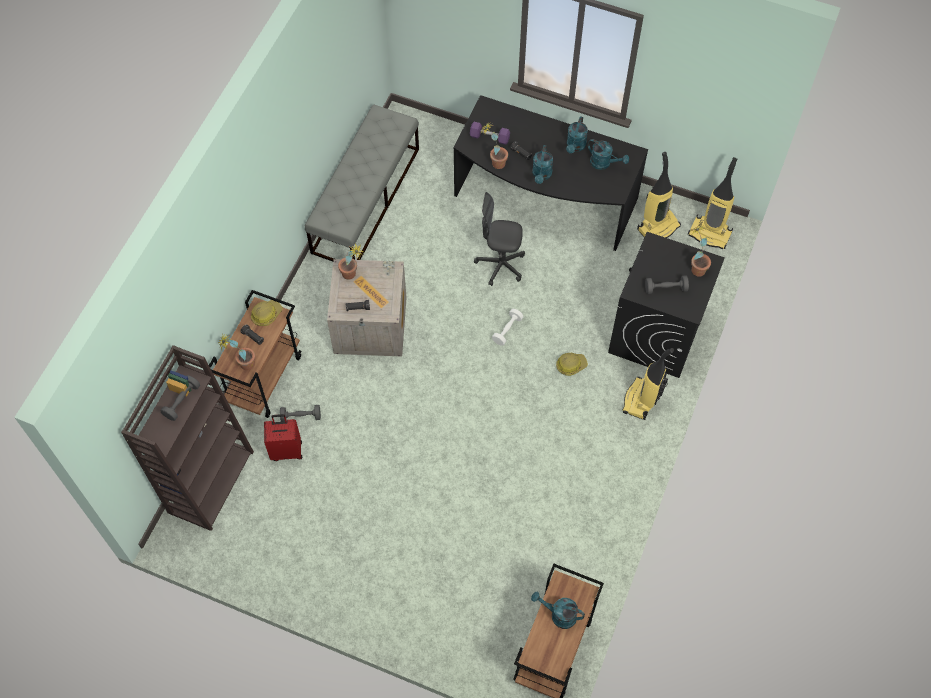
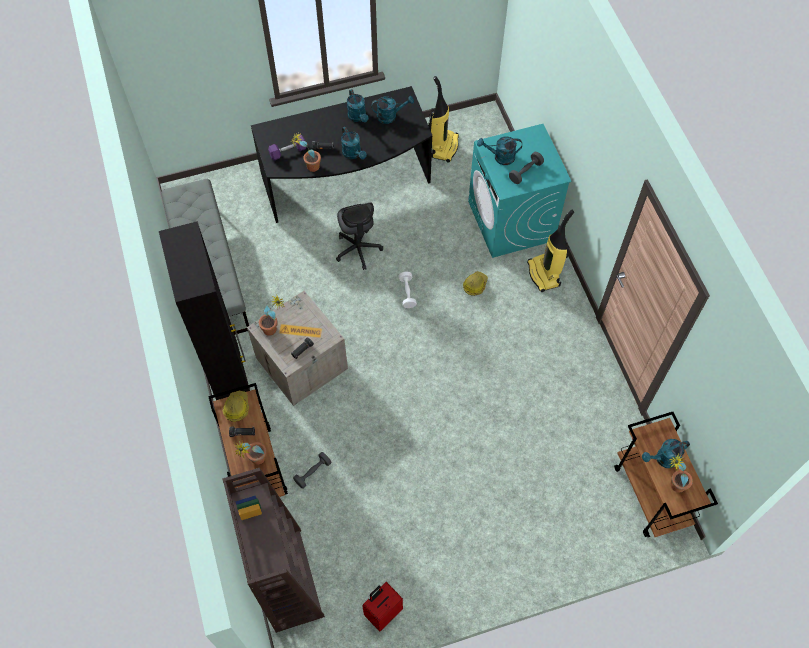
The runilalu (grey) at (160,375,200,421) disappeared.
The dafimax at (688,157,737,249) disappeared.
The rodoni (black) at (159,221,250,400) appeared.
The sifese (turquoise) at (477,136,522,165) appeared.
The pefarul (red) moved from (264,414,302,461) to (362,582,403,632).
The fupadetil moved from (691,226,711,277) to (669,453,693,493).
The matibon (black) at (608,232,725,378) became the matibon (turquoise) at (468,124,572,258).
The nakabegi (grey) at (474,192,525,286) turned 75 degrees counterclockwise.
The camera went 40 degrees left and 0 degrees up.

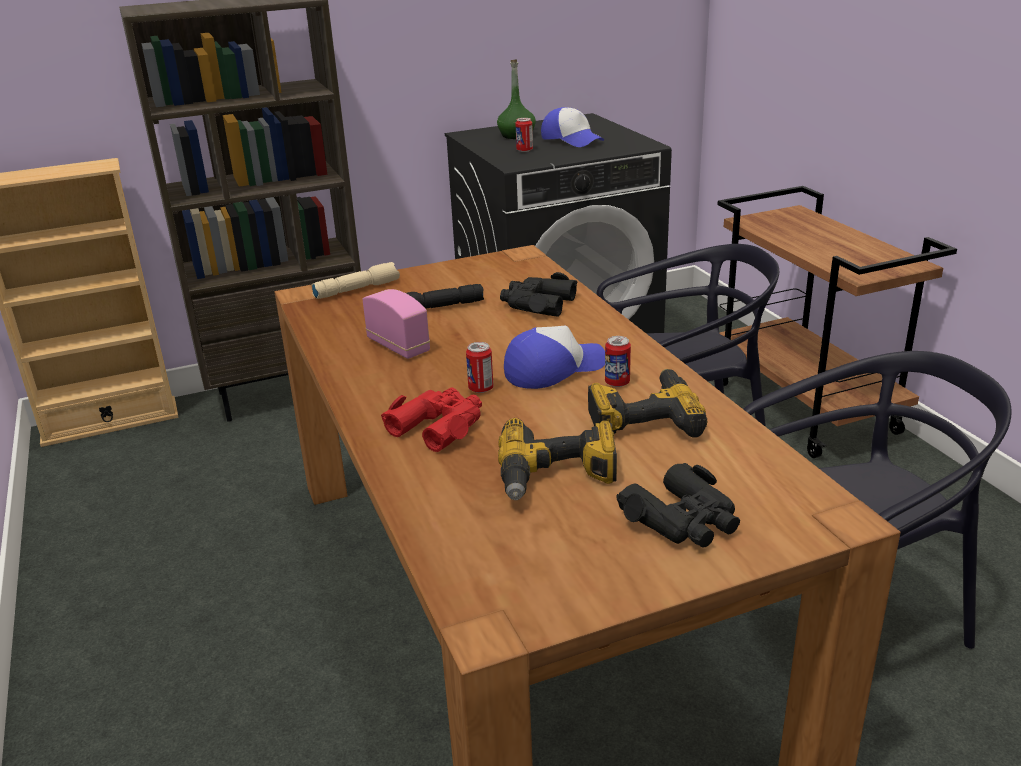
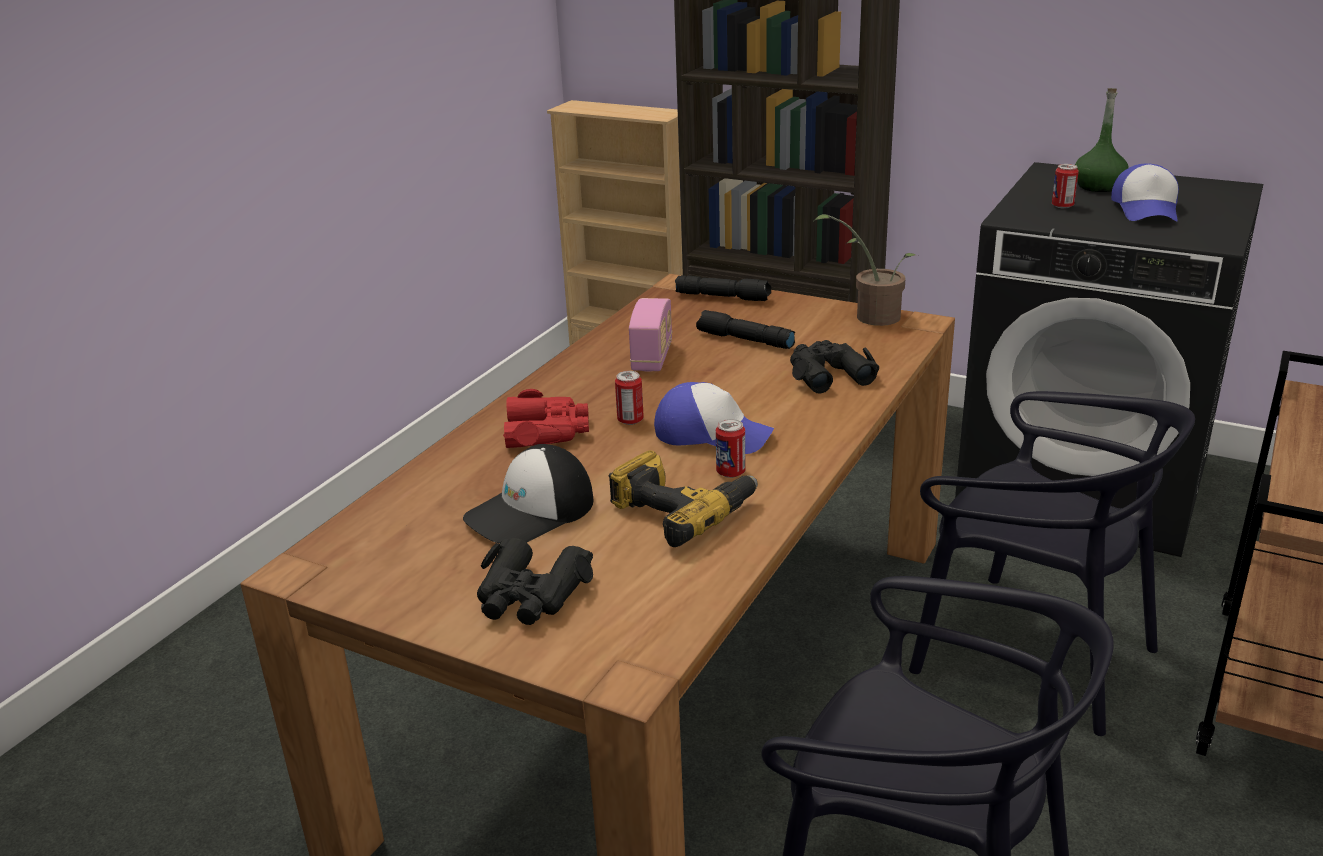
The fupadetil at (813,214,916,326) appeared.
The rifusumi at (498,418,617,500) was replaced by the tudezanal at (463,444,593,544).
The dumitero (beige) at (311,262,400,299) became the dumitero (black) at (675,275,771,301).
The camera went 50 degrees right and 0 degrees up.

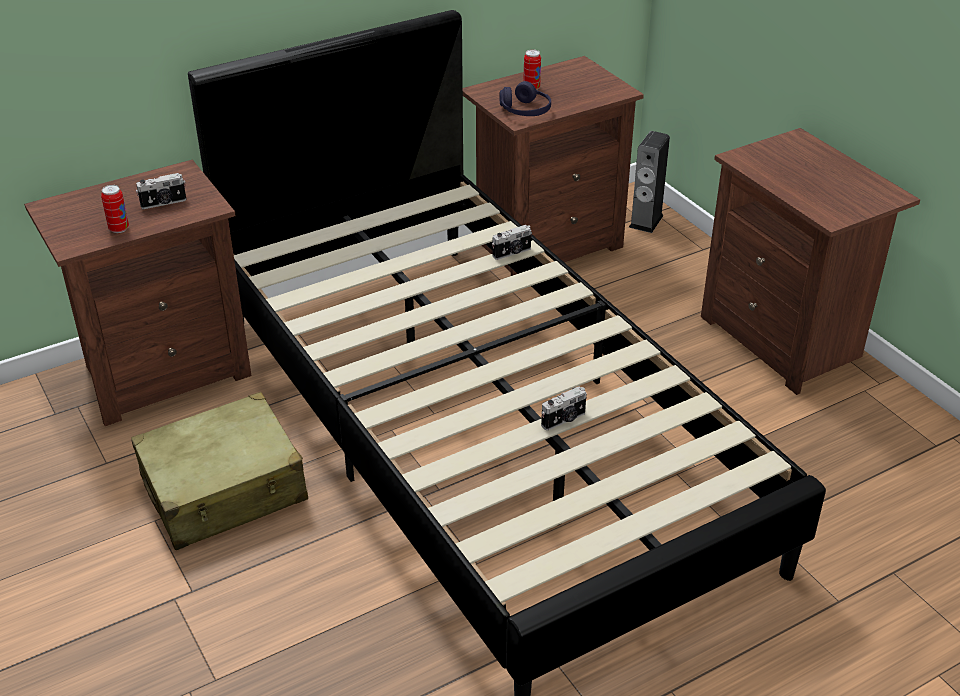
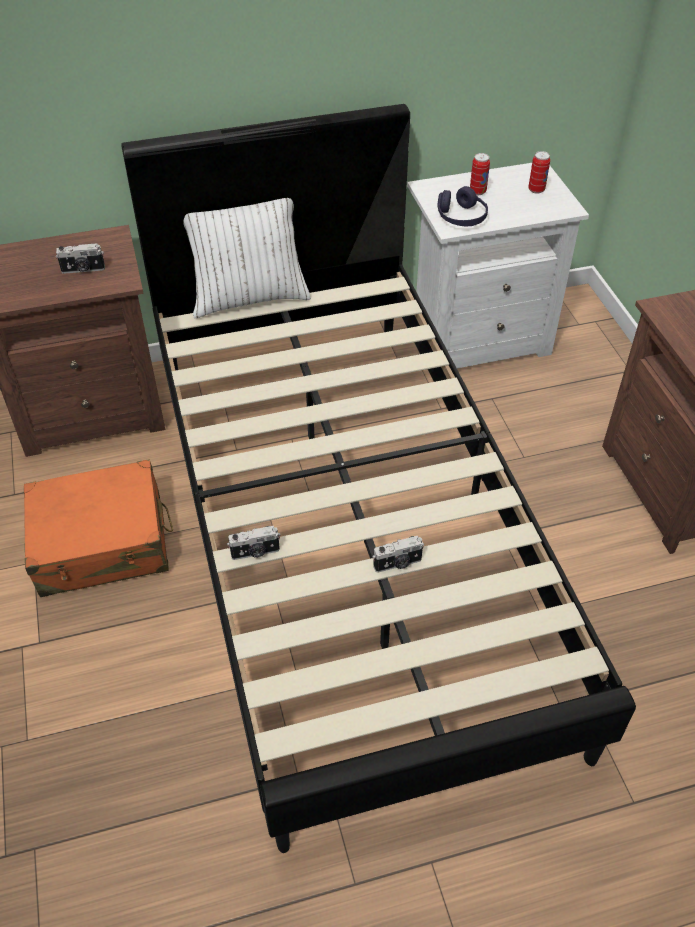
The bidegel at (629,131,670,233) disappeared.
The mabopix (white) at (183,198,311,318) appeared.
The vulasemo moved from (101,185,129,233) to (528,151,550,194).
The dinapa moved from (492,225,532,260) to (227,526,280,560).
The pefarul (beige) at (131,392,308,550) became the pefarul (orange) at (24,459,173,597).
The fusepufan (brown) at (463,56,644,276) became the fusepufan (white) at (407,163,589,368).
The camera went 15 degrees right and 10 degrees up.

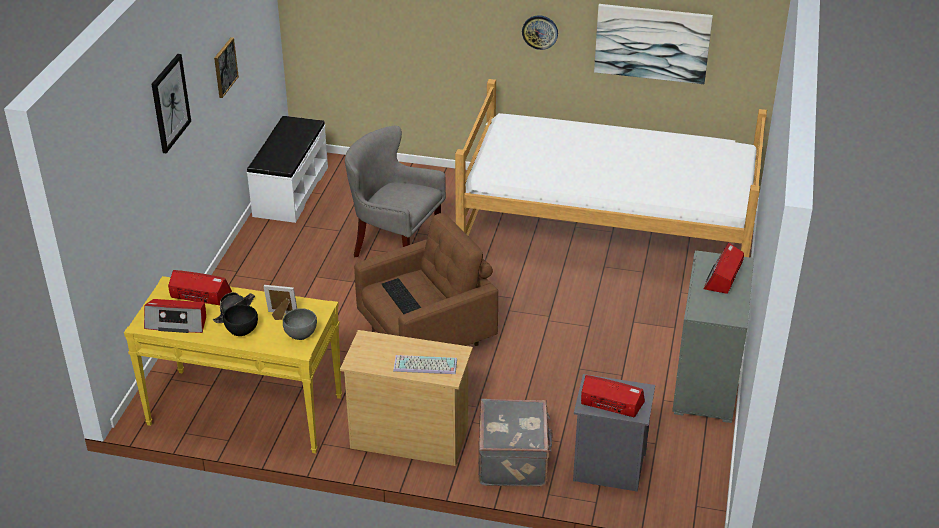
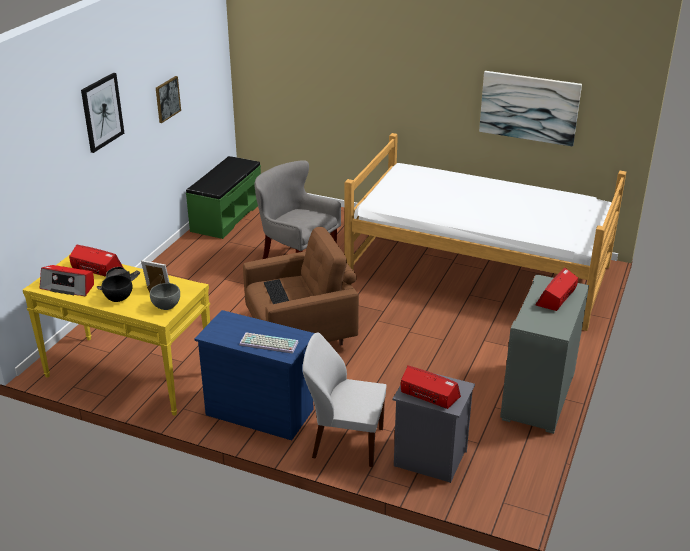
The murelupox at (522,15,558,50) disappeared.
The pefarul (grey) at (479,399,553,486) was replaced by the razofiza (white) at (302,332,387,467).
The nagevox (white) at (247,116,328,223) became the nagevox (green) at (186,156,261,239).
The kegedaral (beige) at (340,330,473,466) became the kegedaral (blue) at (194,310,315,440).
The camera went 10 degrees right and 5 degrees down.

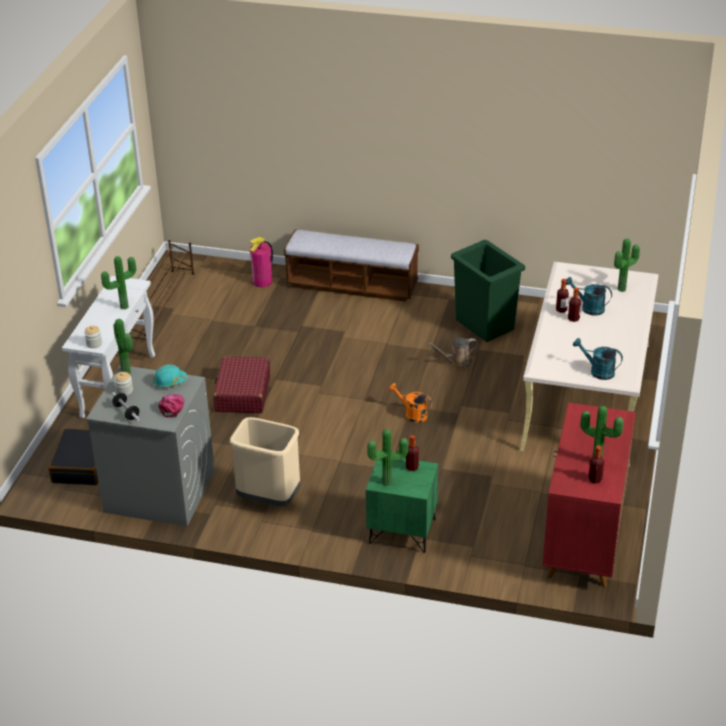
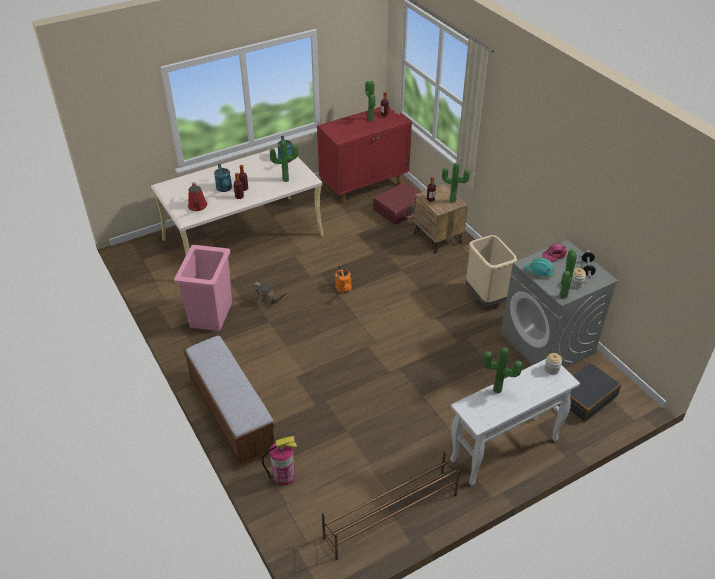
The sifese (red) at (188,182,208,211) appeared.
The pefarul (red) moved from (213,357,270,413) to (373,182,421,225).
The fupadetil moved from (614,238,640,292) to (270,141,298,182).
The fusepufan (green) at (366,458,438,553) became the fusepufan (brown) at (413,184,468,254).
The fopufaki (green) at (451,240,525,342) became the fopufaki (pink) at (174,245,232,331).
The camera went 135 degrees left and 5 degrees up.

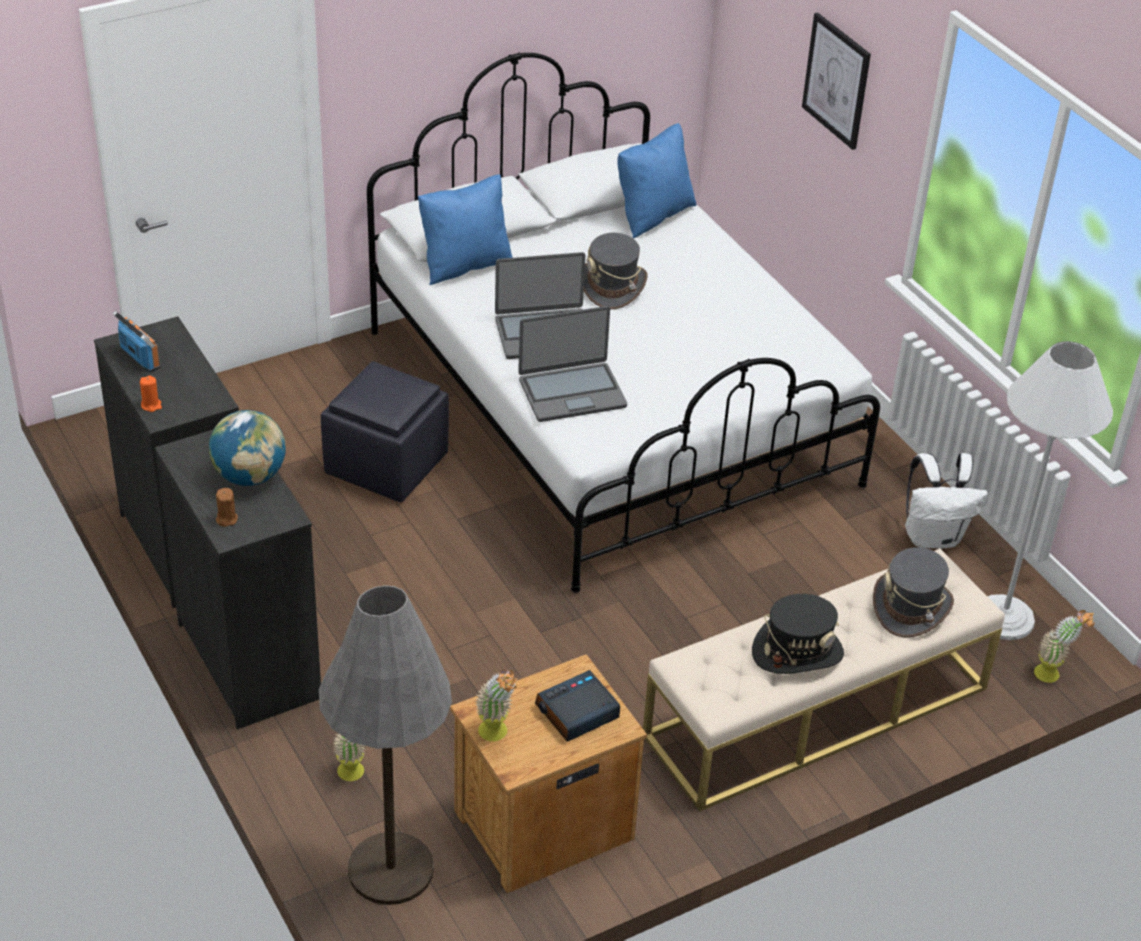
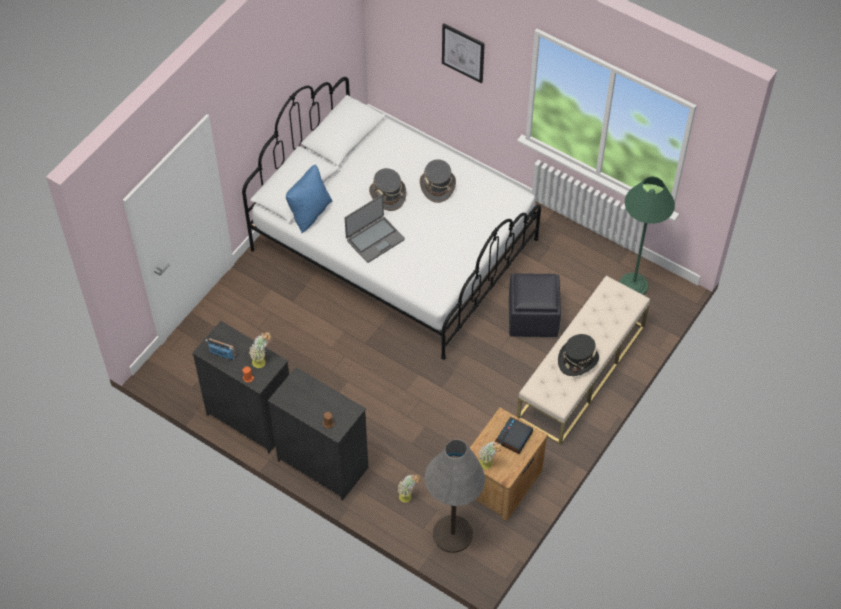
The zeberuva at (209,410,285,486) disappeared.
The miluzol at (518,306,627,422) disappeared.
The mabopix (blue) at (617,123,696,238) disappeared.
The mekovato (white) at (905,453,988,548) disappeared.
The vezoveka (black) moved from (321,361,449,503) to (509,273,561,337).
The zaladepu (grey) moved from (873,547,954,638) to (420,159,456,203).
The fupadetil moved from (1034,610,1095,683) to (250,332,272,368).
The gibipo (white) at (988,341,1113,640) became the gibipo (green) at (619,176,675,295).
The camera went 25 degrees left and 15 degrees up.

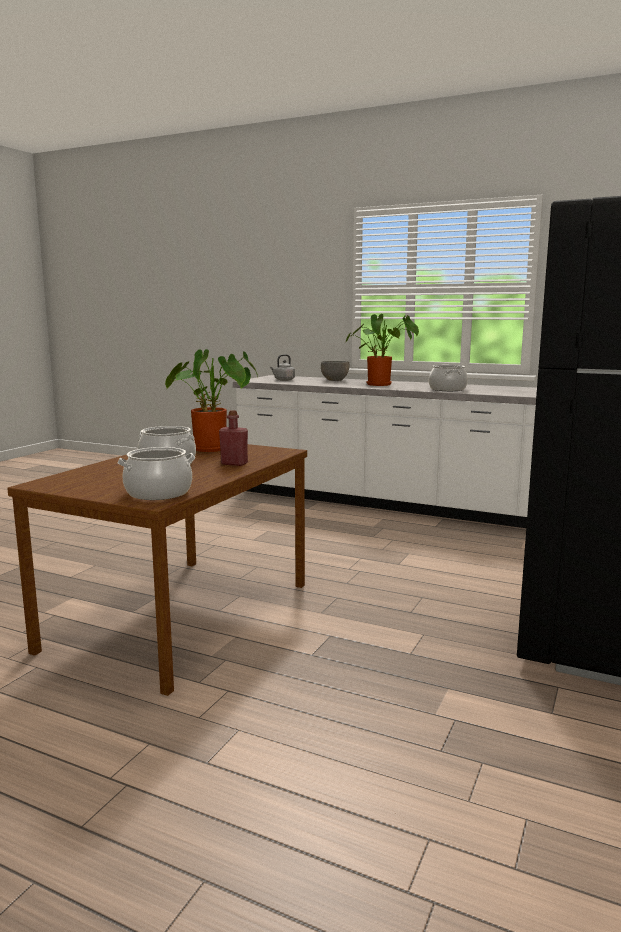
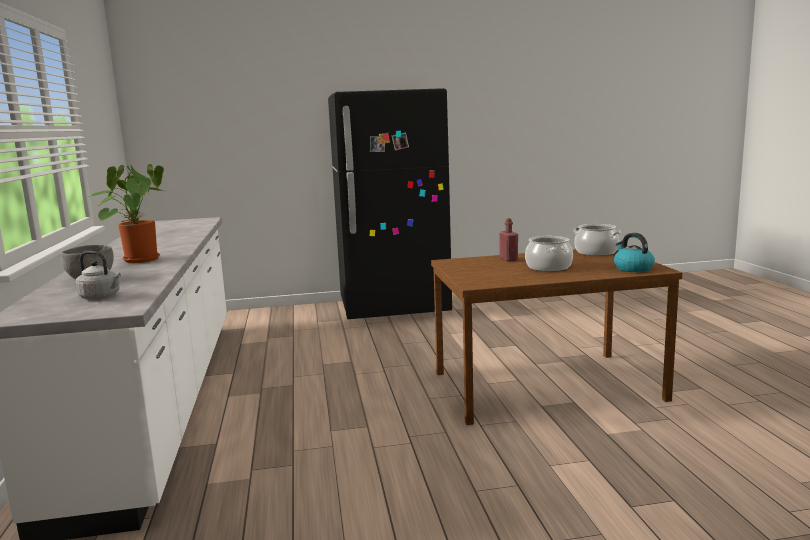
The fupadetil at (165,349,258,452) disappeared.
The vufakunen at (429,365,468,391) disappeared.
The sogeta at (614,233,655,272) appeared.
The camera went 125 degrees left and 0 degrees up.

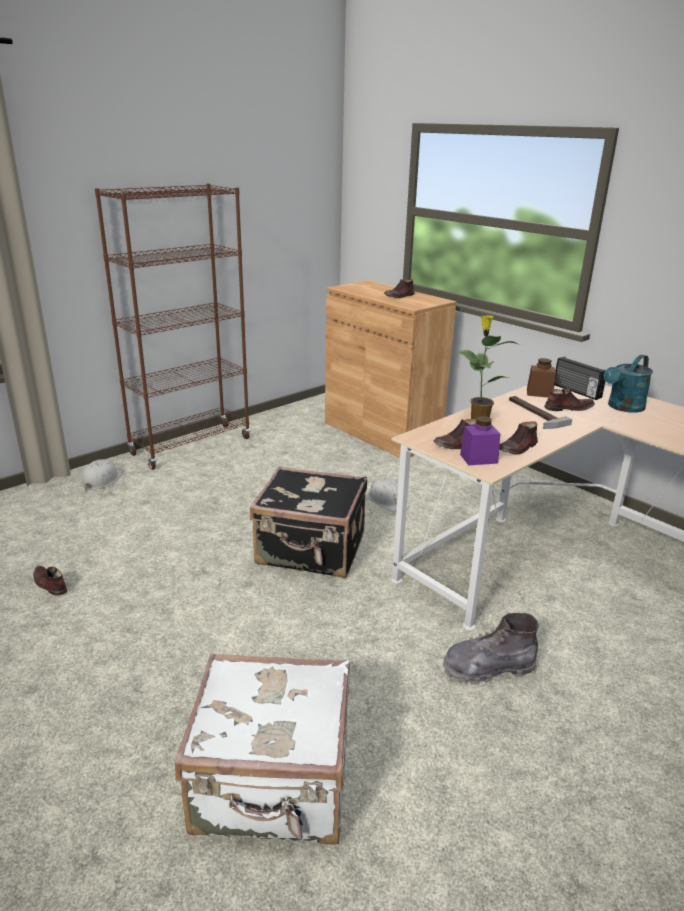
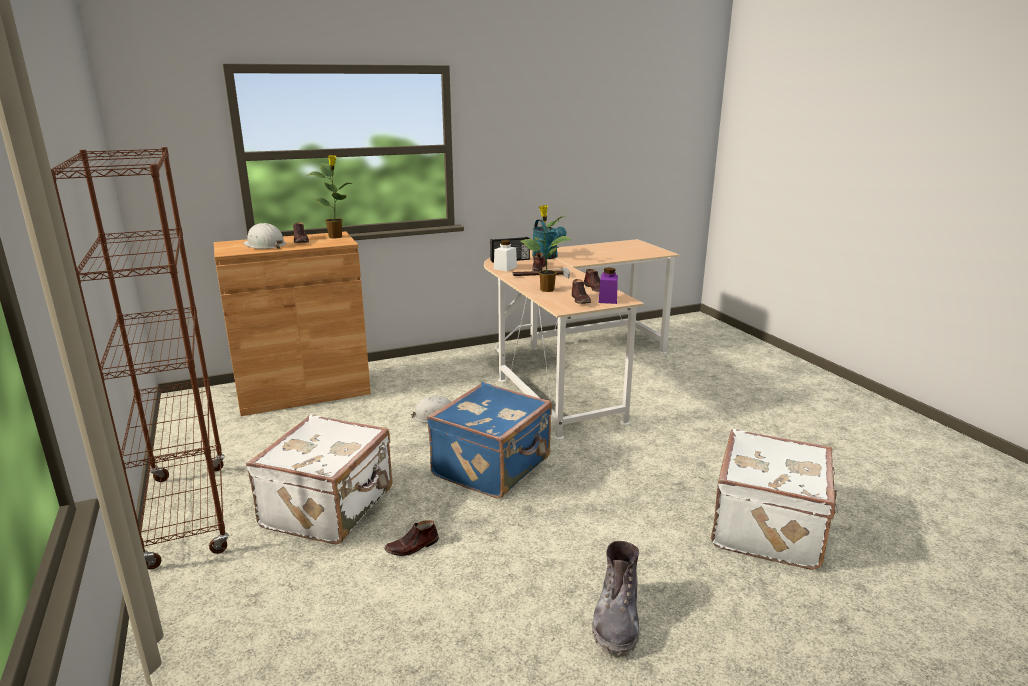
The pefarul (white) at (246,415,392,544) appeared.
The fupadetil at (308,155,353,238) appeared.
The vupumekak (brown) moved from (33,566,67,596) to (384,520,439,556).
The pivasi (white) moved from (81,459,123,490) to (243,223,286,249).
The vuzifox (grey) moved from (443,613,539,685) to (592,541,640,657).
The pefarul (black) at (250,466,367,578) became the pefarul (blue) at (427,382,552,498).
The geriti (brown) at (527,358,556,398) became the geriti (white) at (494,240,517,271).
The camera went 70 degrees left and 5 degrees down.

